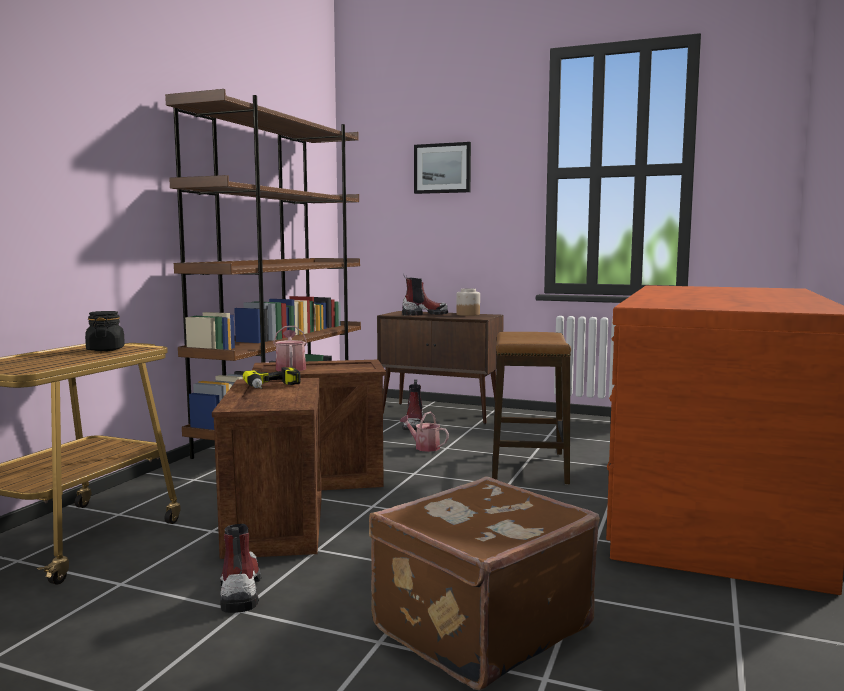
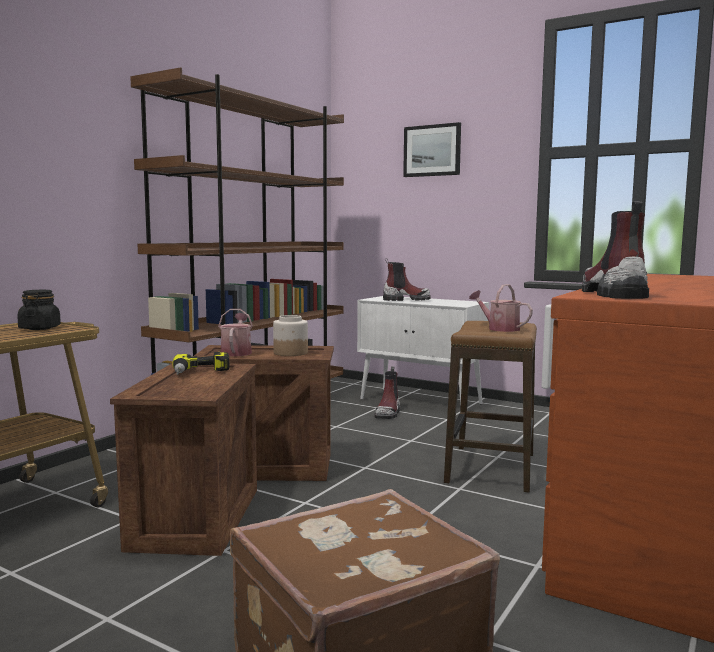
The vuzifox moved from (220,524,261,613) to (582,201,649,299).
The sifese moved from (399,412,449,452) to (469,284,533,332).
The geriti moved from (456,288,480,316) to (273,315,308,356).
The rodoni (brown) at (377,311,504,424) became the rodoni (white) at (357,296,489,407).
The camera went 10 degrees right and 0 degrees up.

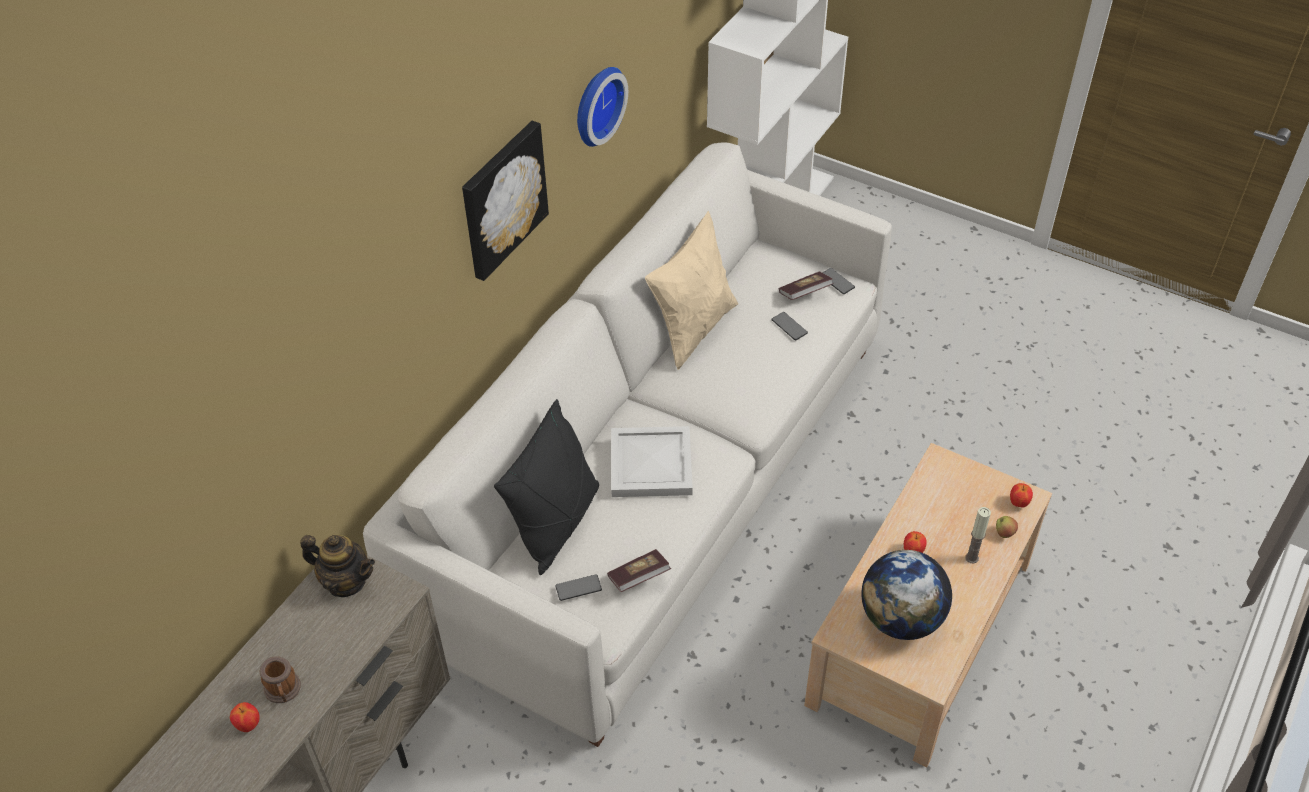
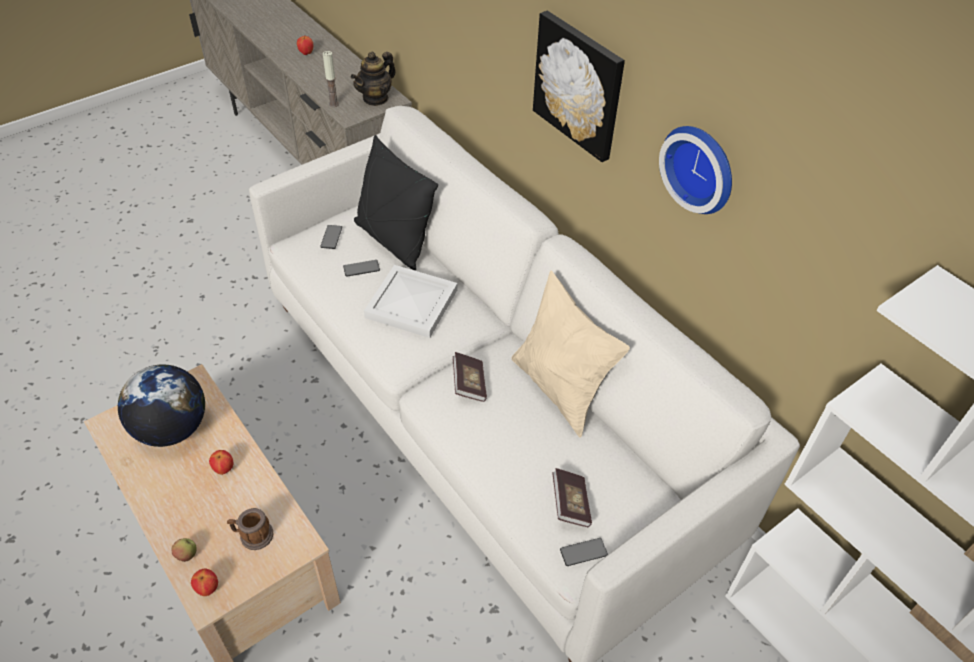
The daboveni moved from (260,656,301,703) to (227,508,273,550).
The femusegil moved from (607,549,671,592) to (453,352,487,402).
The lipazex moved from (772,312,808,340) to (343,260,380,277).
The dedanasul moved from (965,507,991,564) to (323,51,339,107).
The camera went 110 degrees right and 0 degrees up.

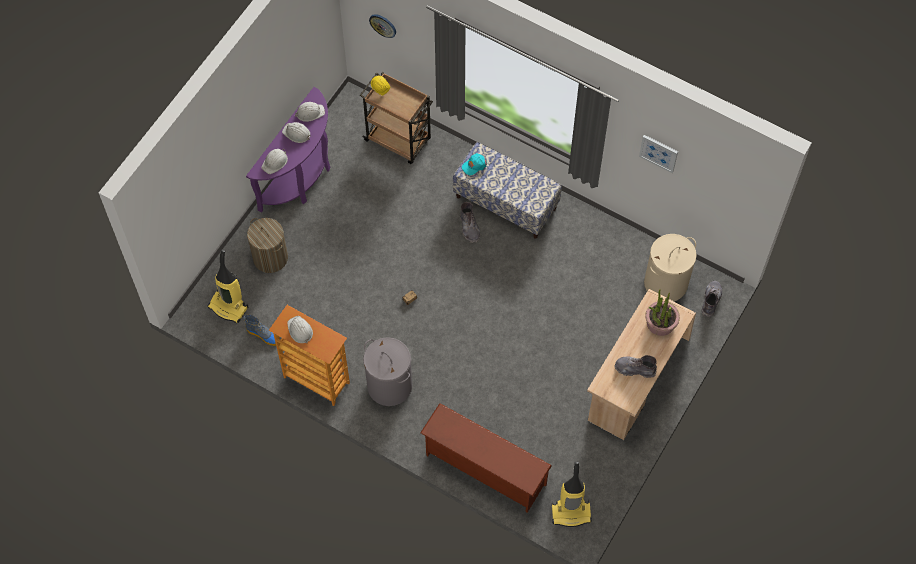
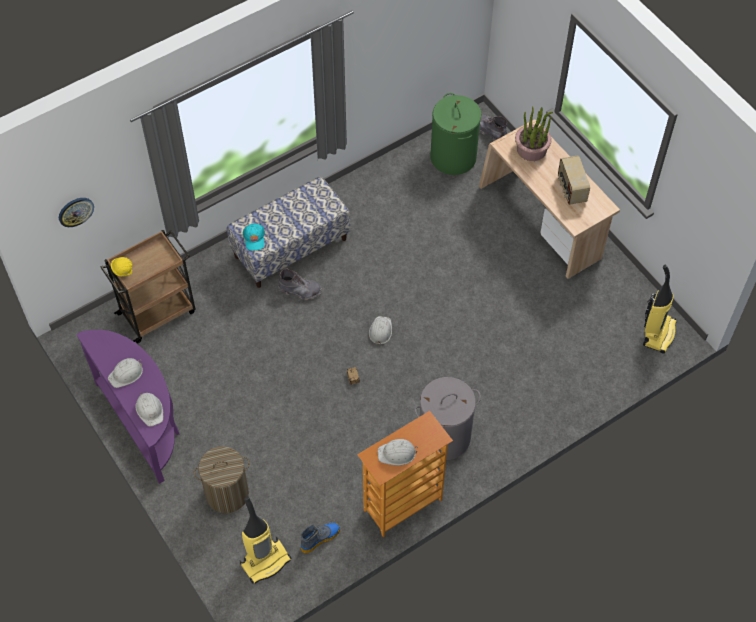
The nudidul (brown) at (420,403,552,513) disappeared.
The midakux at (639,135,678,173) disappeared.
The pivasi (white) moved from (295,102,325,122) to (369,316,392,345).
The vuzifox (grey) at (614,355,657,378) was replaced by the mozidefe at (558,155,590,205).
The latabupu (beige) at (644,234,697,301) became the latabupu (green) at (430,93,482,175).
The camera went 65 degrees left and 5 degrees down.

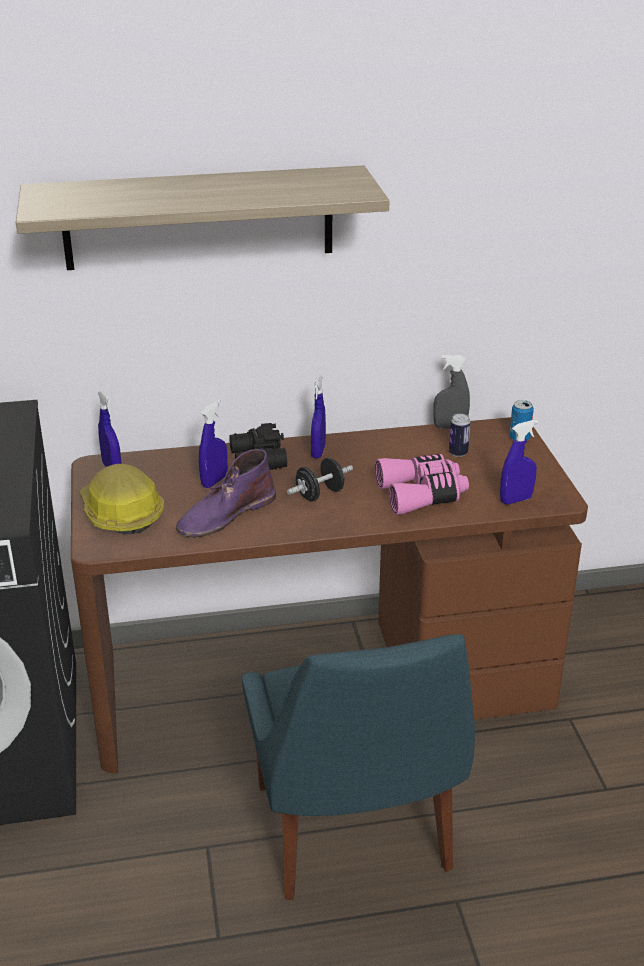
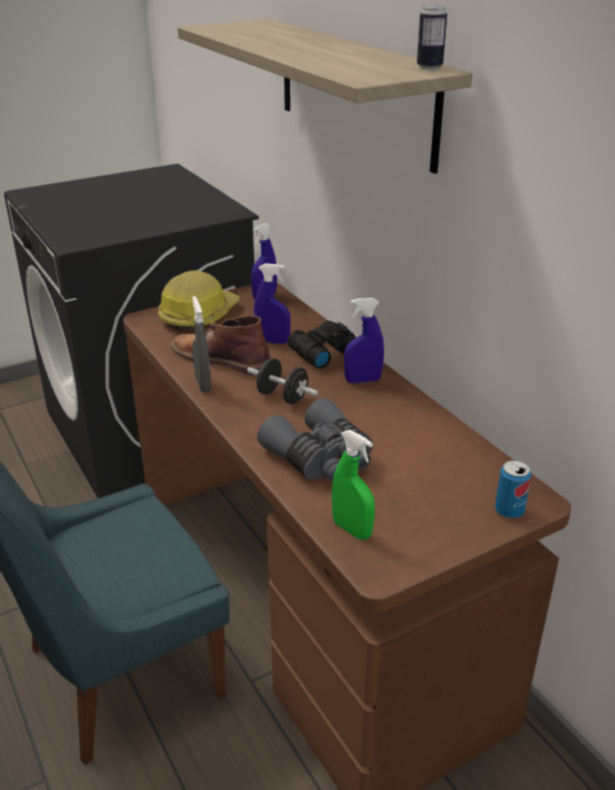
The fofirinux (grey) moved from (433,354,470,429) to (192,296,212,393).
The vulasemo moved from (449,414,471,457) to (417,5,447,69).
The vuzifox (purple) at (176,449,276,538) became the vuzifox (brown) at (171,315,271,375).
The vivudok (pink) at (375,454,469,515) became the vivudok (grey) at (257,398,373,481).
The fofirinux (blue) at (500,420,538,504) became the fofirinux (green) at (332,430,375,540).
The camera went 70 degrees right and 0 degrees up.

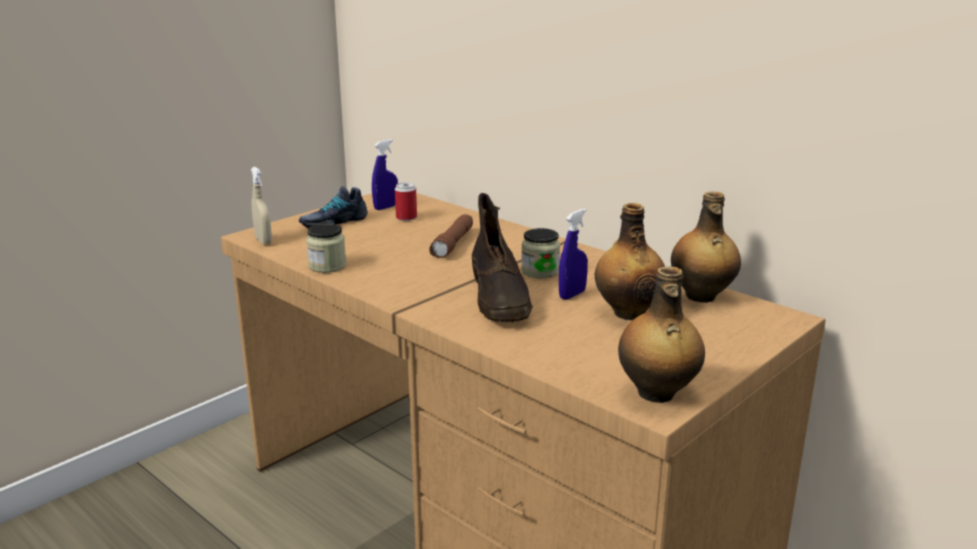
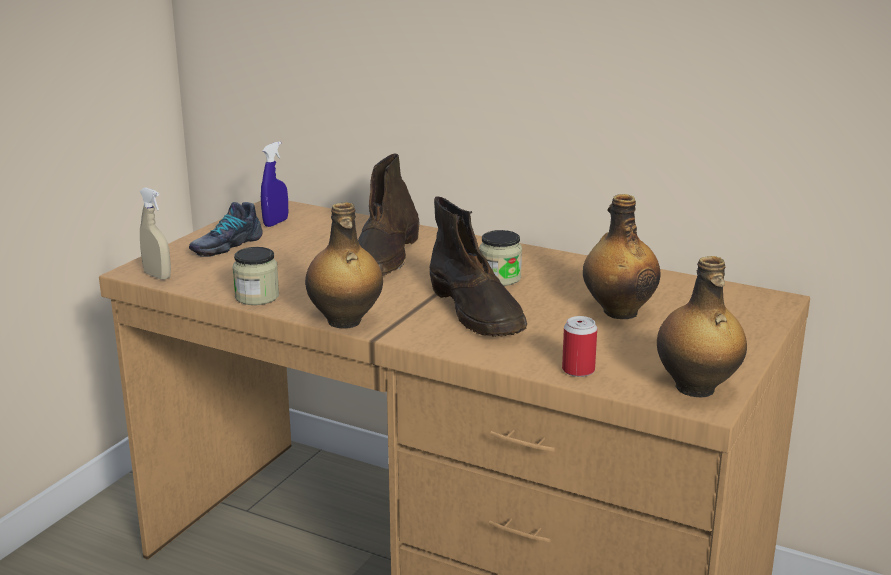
The fofirinux (blue) at (559,209,588,300) disappeared.
The vulasemo moved from (395,182,417,221) to (562,316,597,377).
The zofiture moved from (671,192,741,303) to (305,202,383,329).
The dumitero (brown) at (429,214,473,258) was replaced by the vuzifox (brown) at (358,154,419,276).
The camera went 15 degrees left and 0 degrees up.

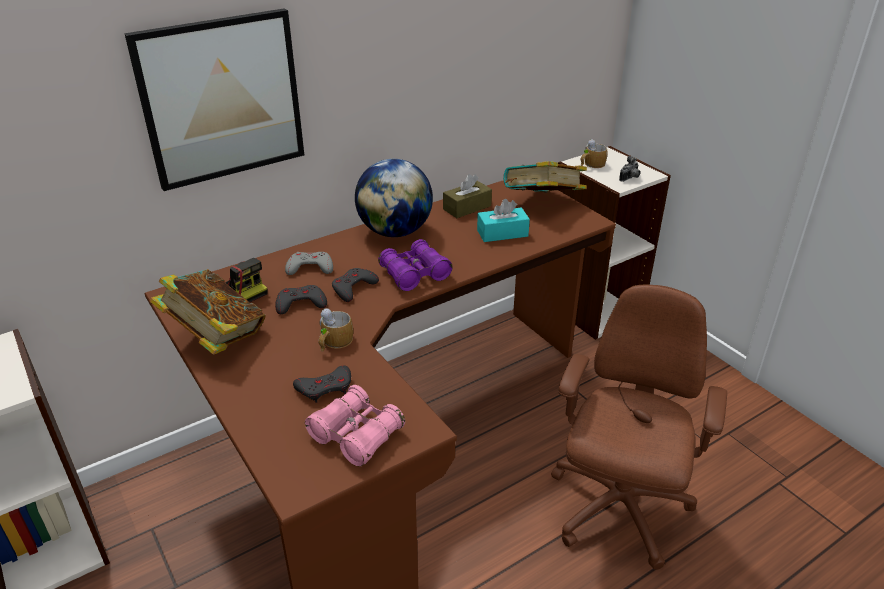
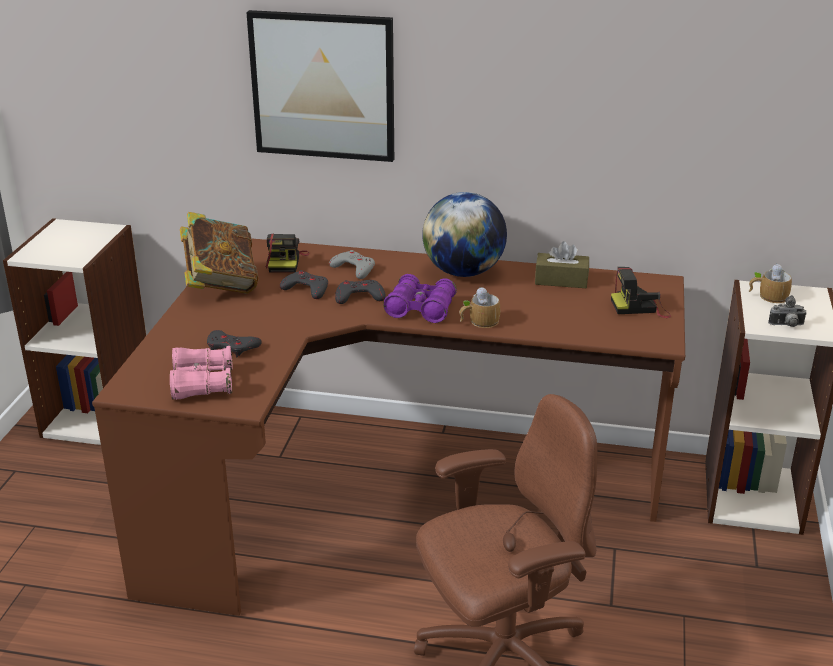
The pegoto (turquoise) at (477,199,530,242) disappeared.
The daboveni moved from (318,308,353,352) to (459,287,500,328).
The femusegil at (503,161,587,193) was replaced by the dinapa at (611,267,671,318).
The camera went 45 degrees right and 5 degrees down.

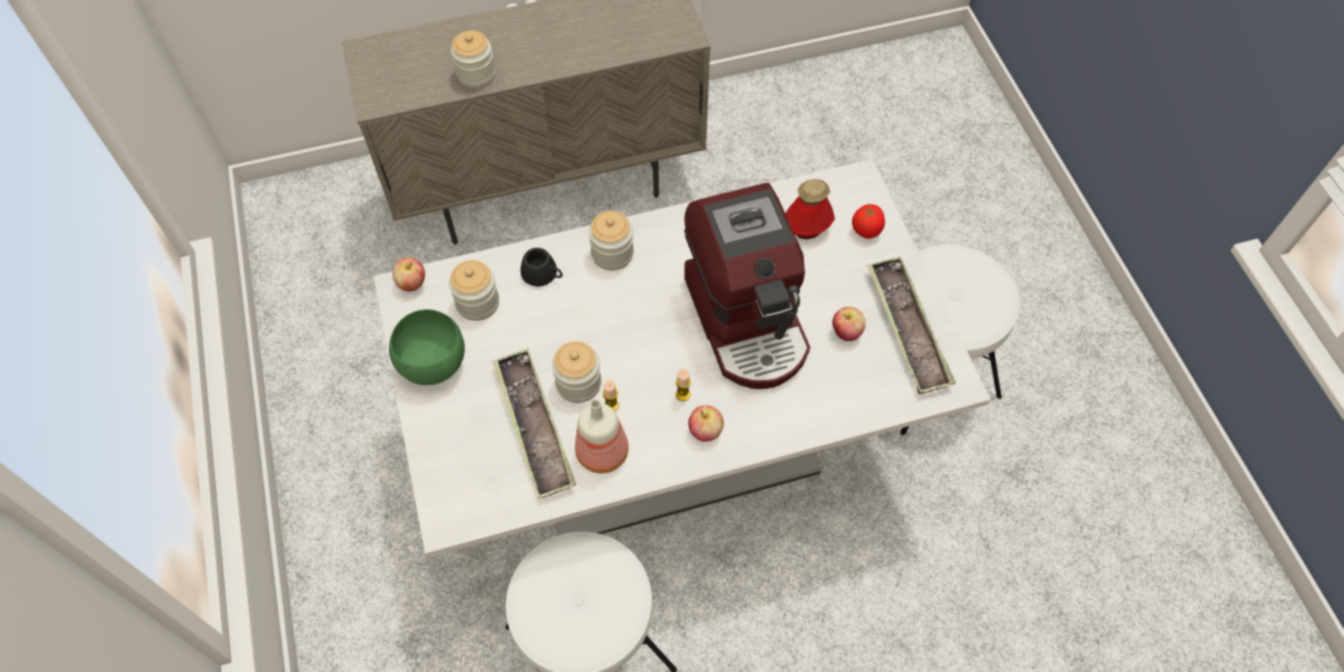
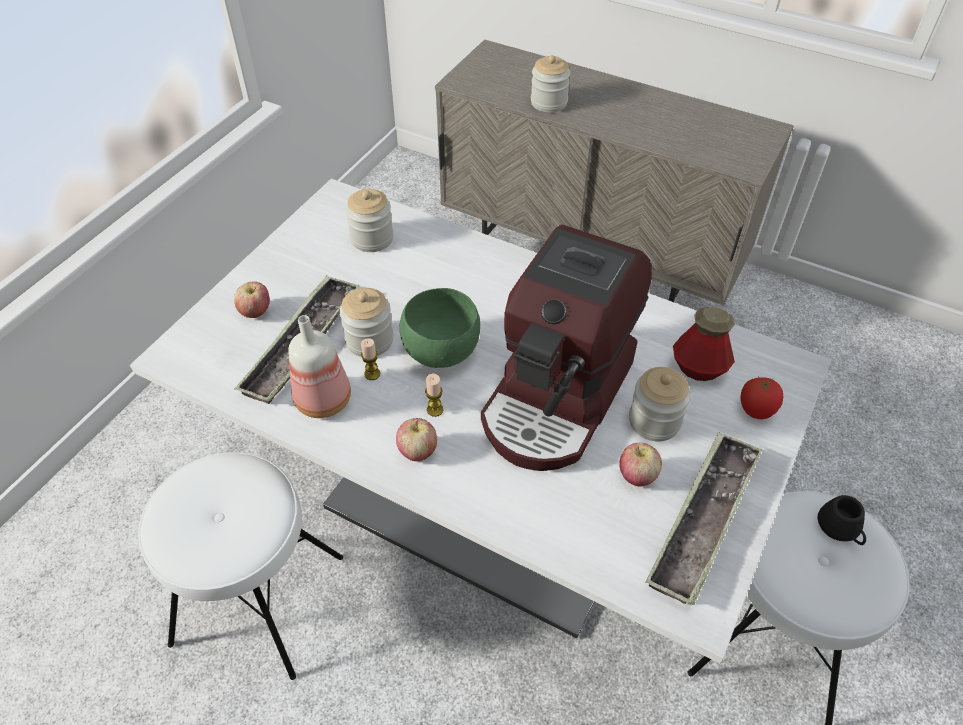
The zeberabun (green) moved from (389,309,465,385) to (400,288,480,368).
The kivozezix moved from (392,257,425,292) to (234,282,270,318).
The daboveni (black) moved from (520,248,563,287) to (817,495,866,545).
The geriti moved from (589,211,634,270) to (629,367,691,442).
The camera went 45 degrees right and 10 degrees down.

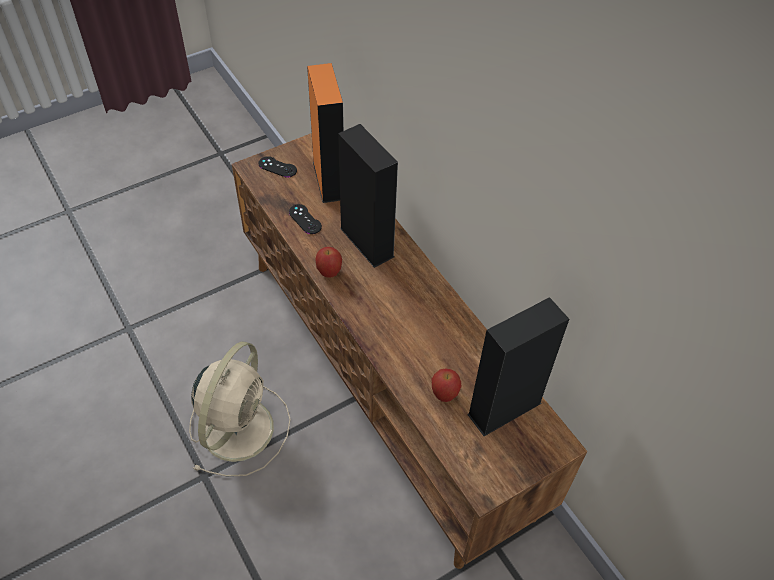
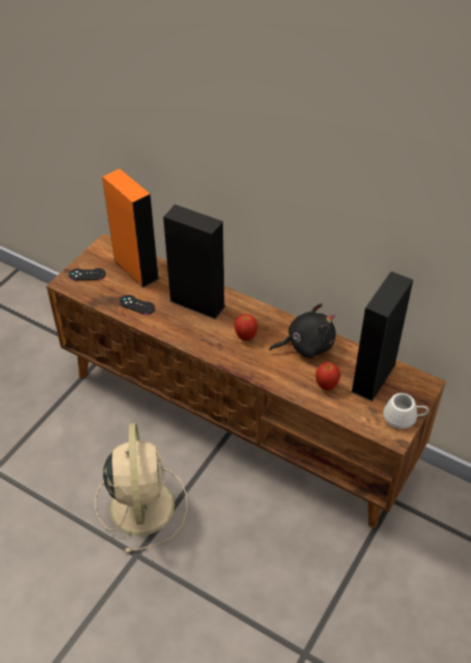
The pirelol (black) at (269,304,336,358) appeared.
The daboveni (white) at (383,393,429,429) appeared.
The kivozezix moved from (315,247,342,278) to (234,314,258,341).
The camera went 25 degrees left and 5 degrees down.

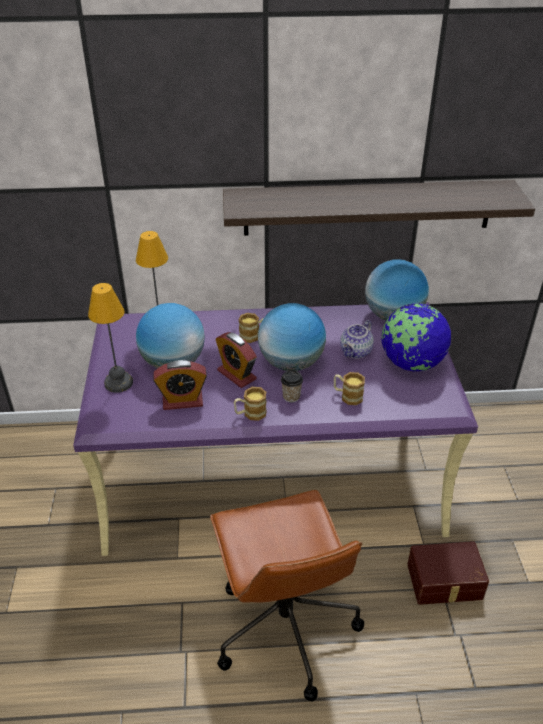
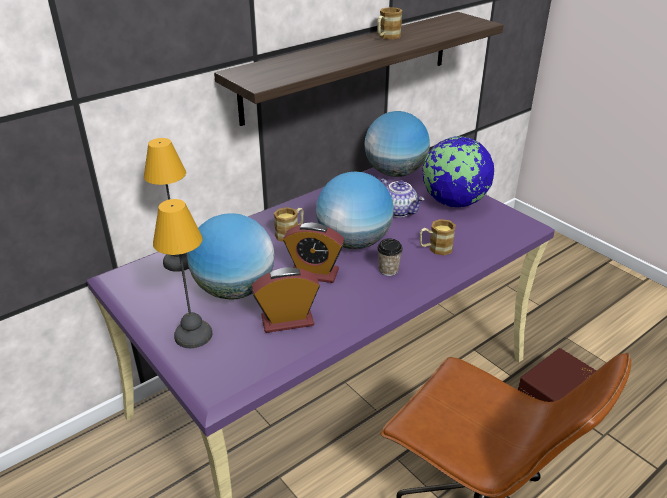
The daboveni moved from (234,387,267,421) to (377,7,402,39).
The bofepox at (153,360,207,410) turned 150 degrees counterclockwise.
The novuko at (340,320,374,359) turned 45 degrees counterclockwise.
The camera went 35 degrees left and 5 degrees down.

